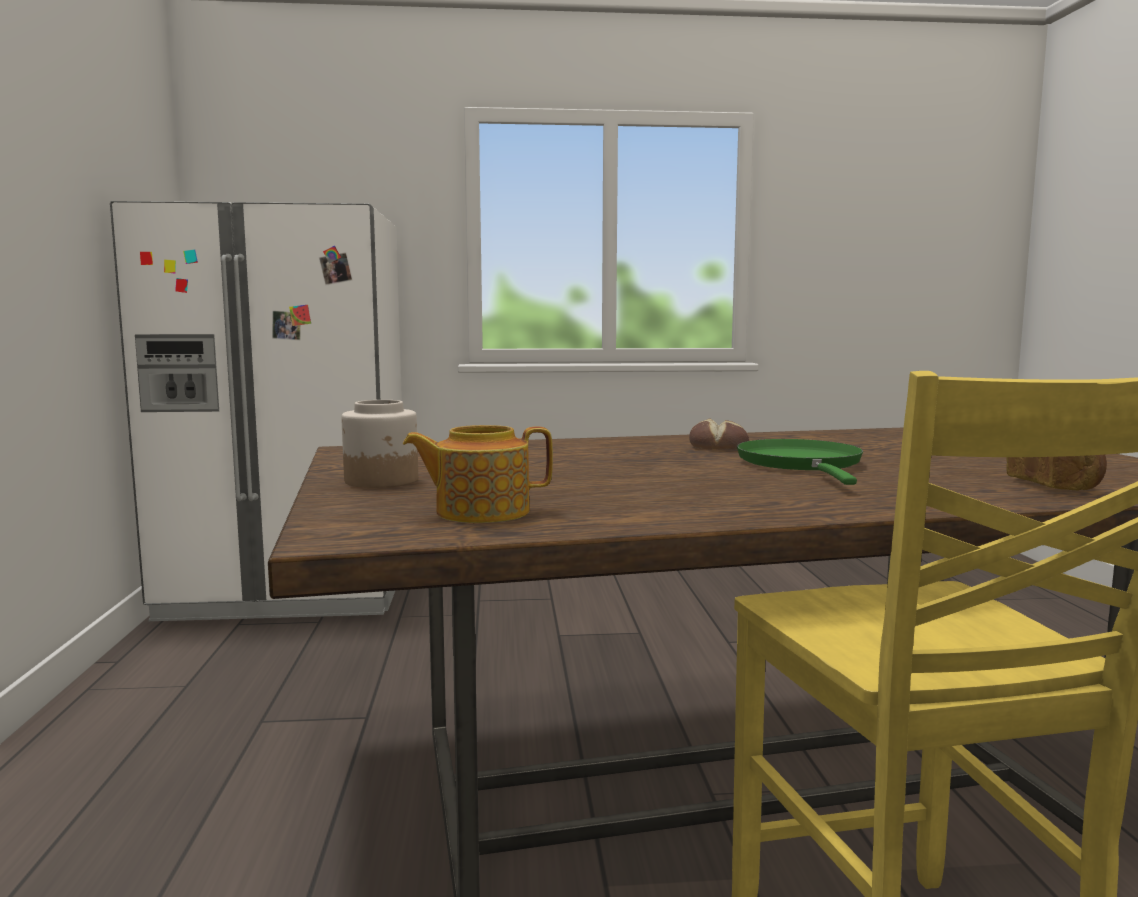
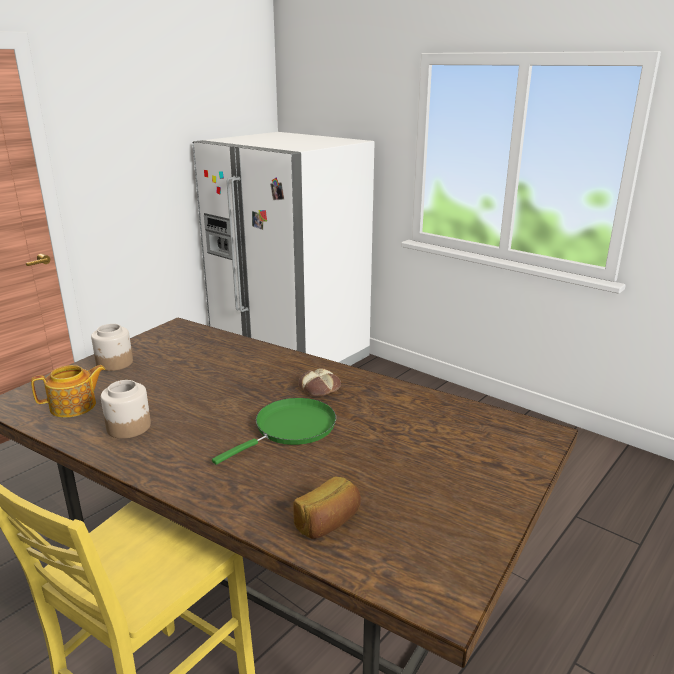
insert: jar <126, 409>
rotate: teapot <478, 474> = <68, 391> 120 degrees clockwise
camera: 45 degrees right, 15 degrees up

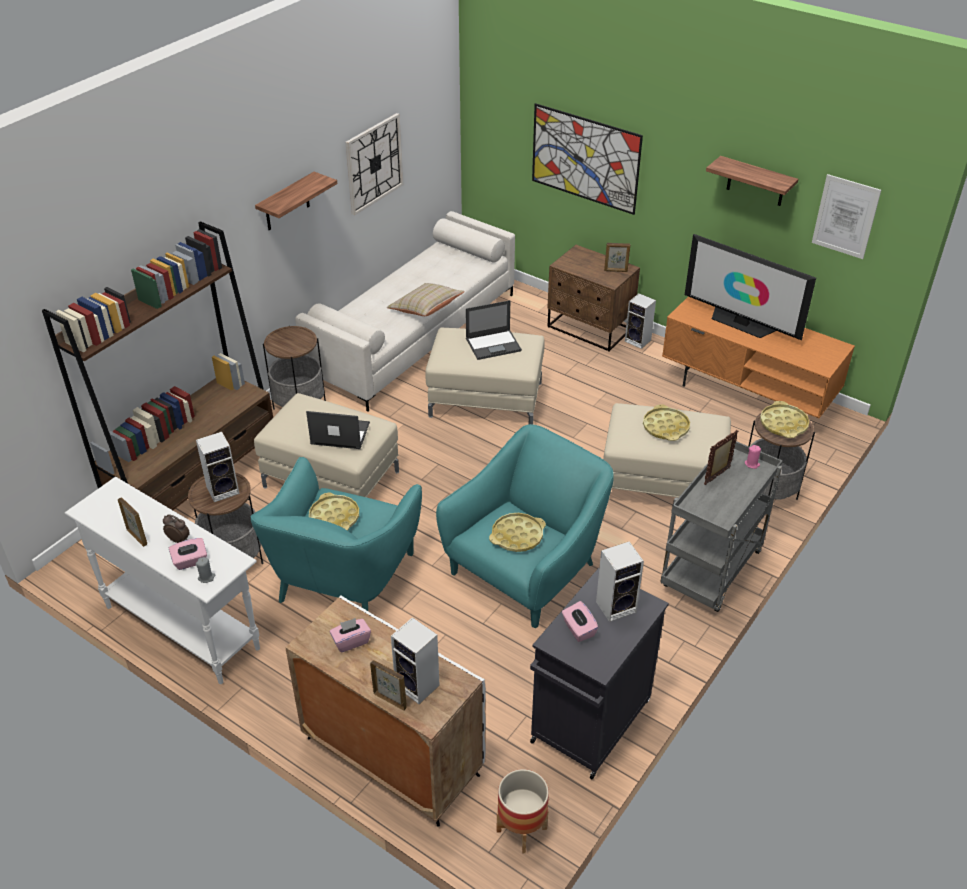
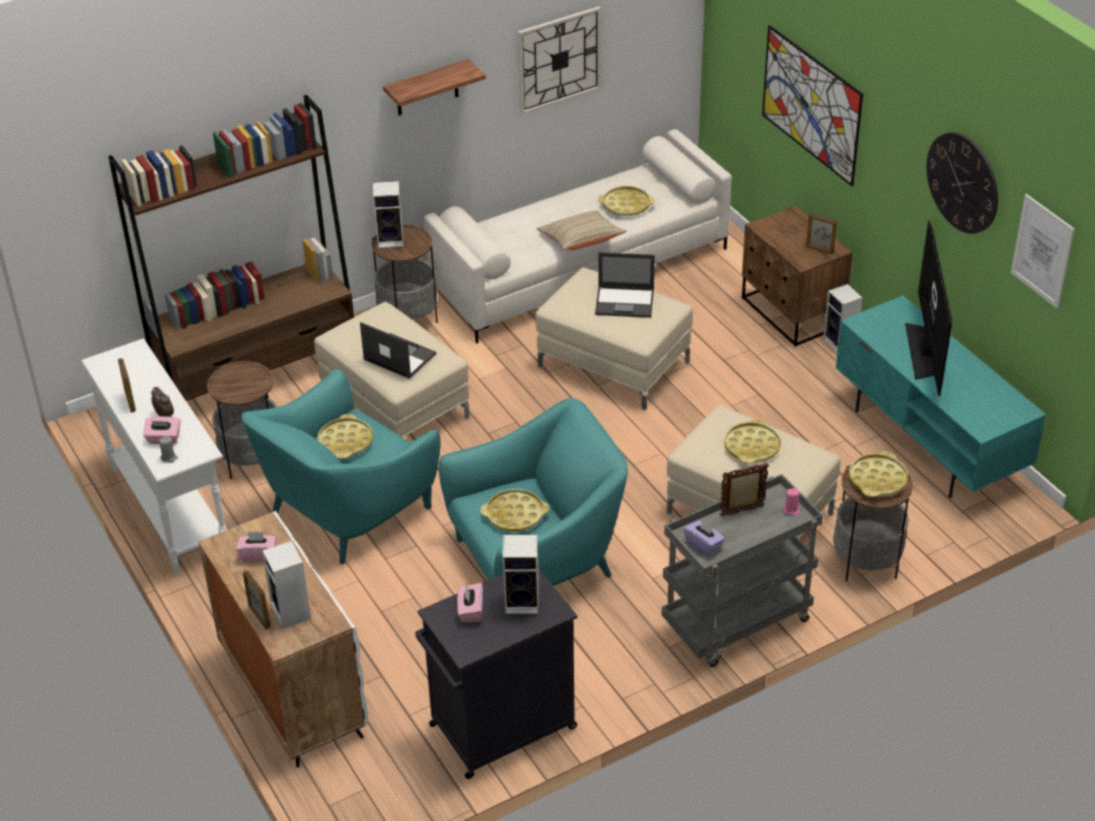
delete: planter <523, 811>
insert: yellow tray <626, 201>; purple tissue box <704, 537>
move: speaker <217, 467> to <388, 214>
replace: shelf <752, 181> to wall clock <962, 183>
recolor: orange tv stand <758, 357> to turquoise tv stand <941, 396>
rotate: television <750, 287> = <929, 308> 150 degrees counterclockwise
camera: 25 degrees right, 0 degrees up

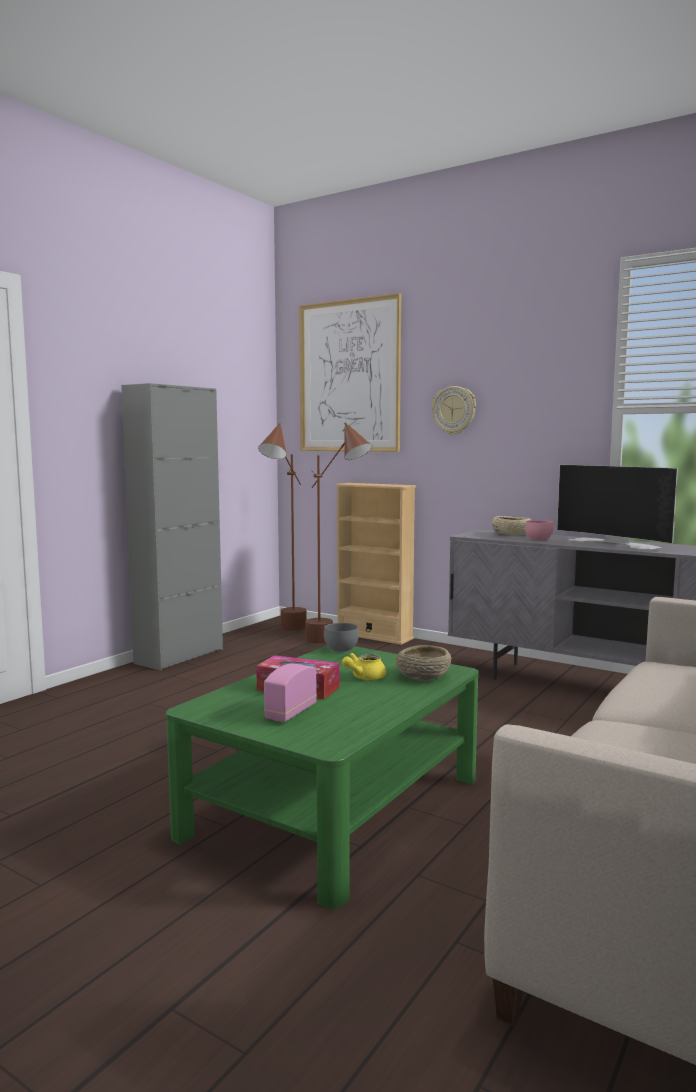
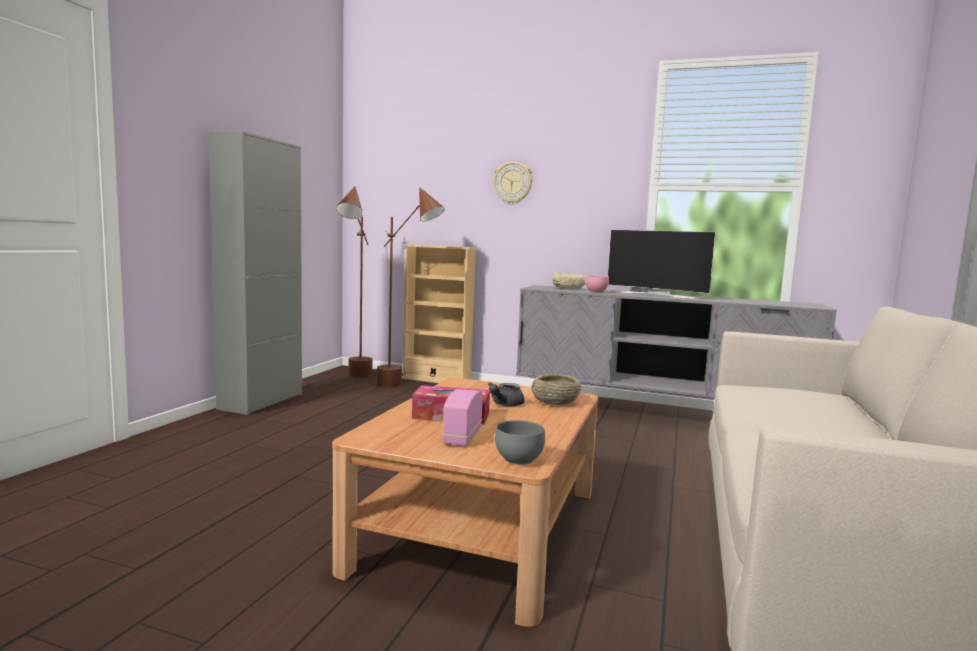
delete: picture <350, 372>
move: grey bowl <341, 637> to <520, 442>
recolor: green coffee table <322, 776> to brown coffee table <465, 502>; yellow teapot <364, 666> to grey teapot <506, 394>
camera: 15 degrees left, 0 degrees up

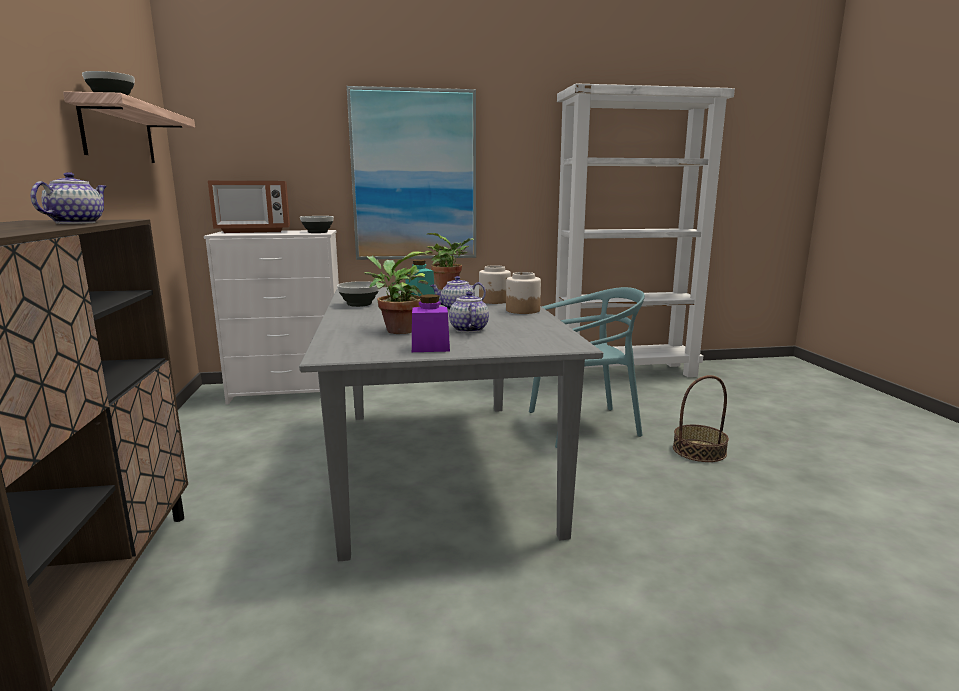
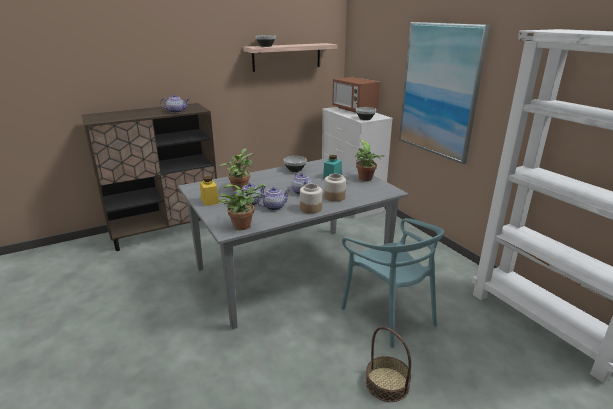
insert: potted plant <243, 207>; teapot <273, 198>
recolor: purple jar <431, 323> to yellow jar <209, 191>
camera: 70 degrees right, 10 degrees up

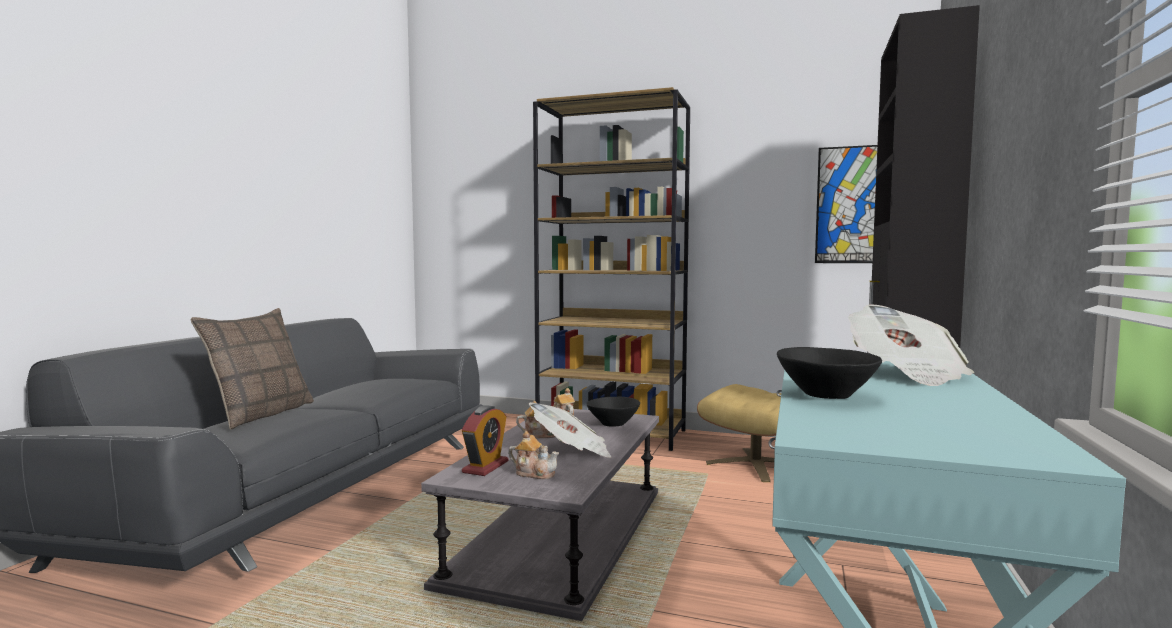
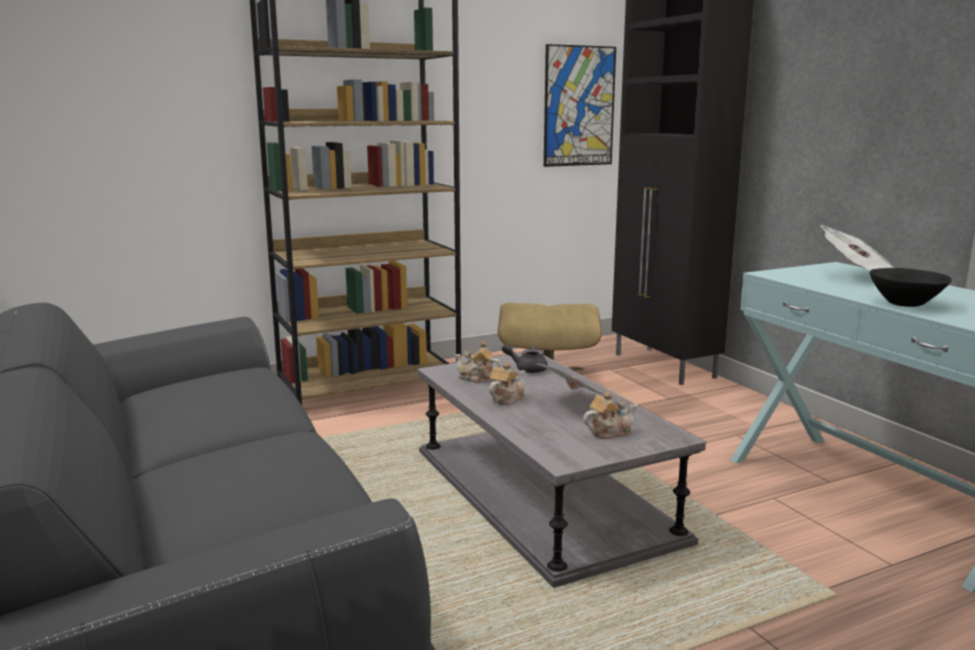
delete: pillow <252, 369>; alarm clock <485, 440>
replace: black bowl <613, 412> to grey teapot <525, 358>
camera: 45 degrees left, 10 degrees up

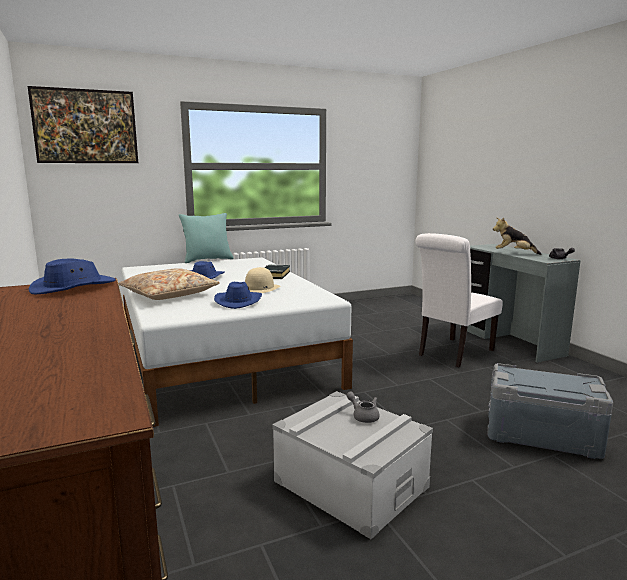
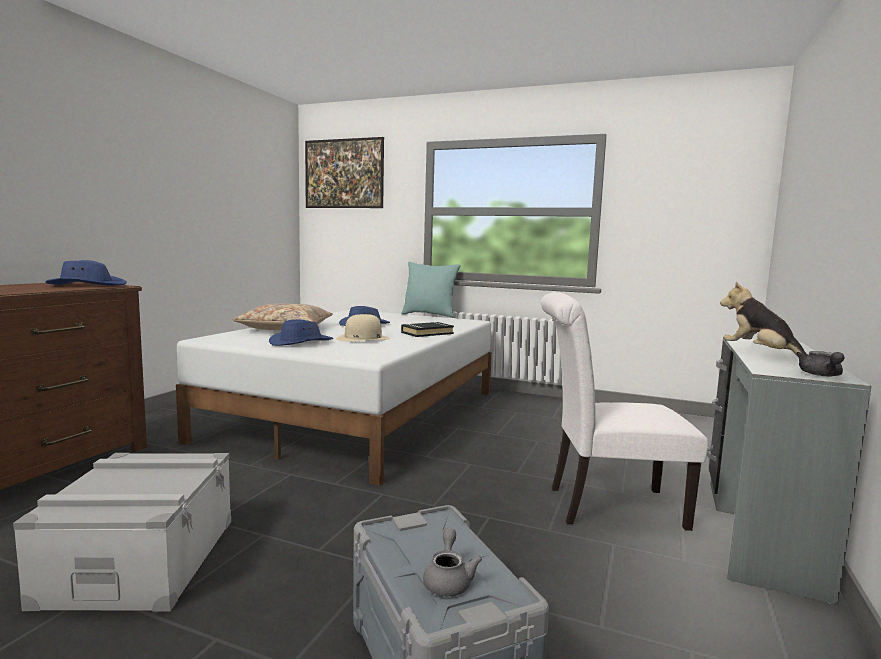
move: grey teapot <363, 407> to <452, 562>
camera: 45 degrees right, 5 degrees down

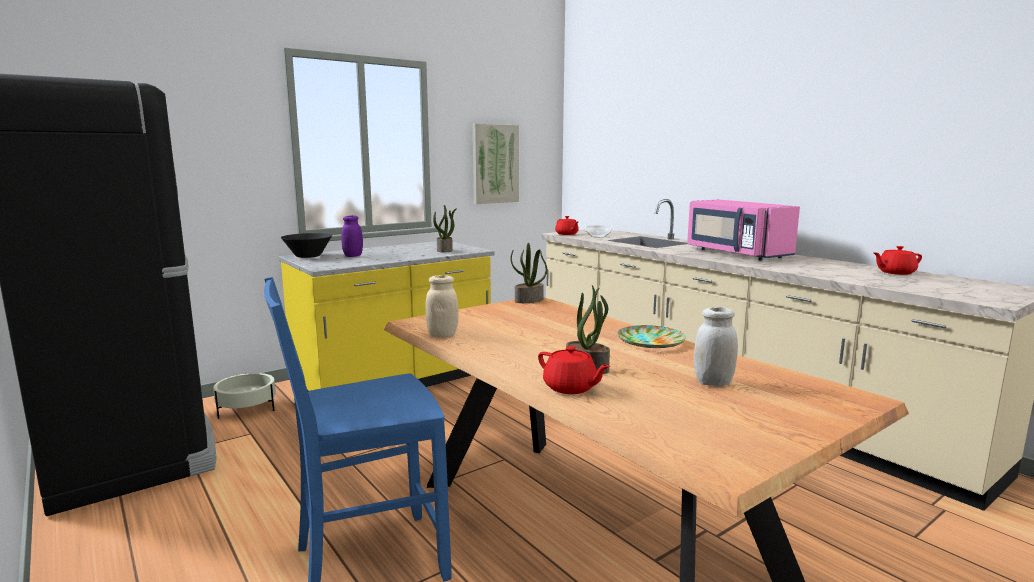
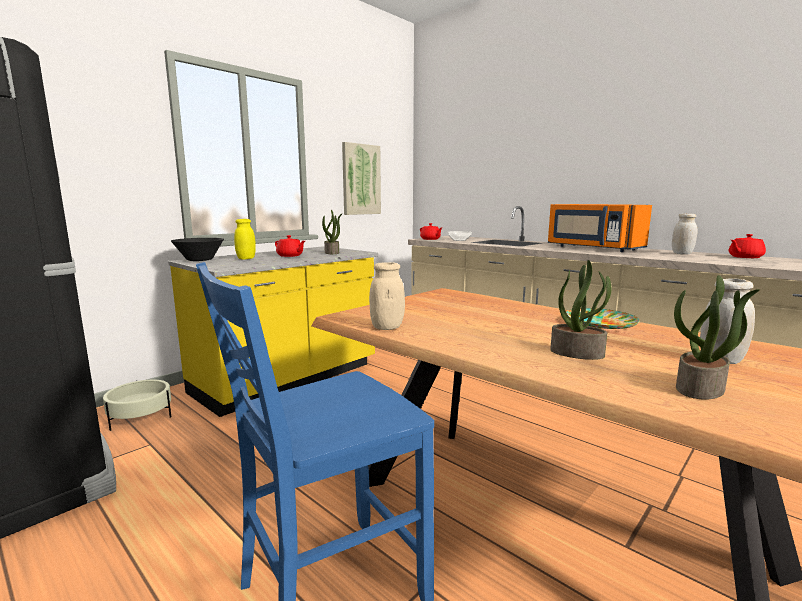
insert: white jar <684, 234>
move: potted plant <528, 273> to <717, 337>; red teapot <574, 370> to <290, 246>
recolor: pink microwave <743, 230> to orange microwave <600, 228>; purple jar <352, 236> to yellow jar <245, 239>
camera: 10 degrees left, 0 degrees up

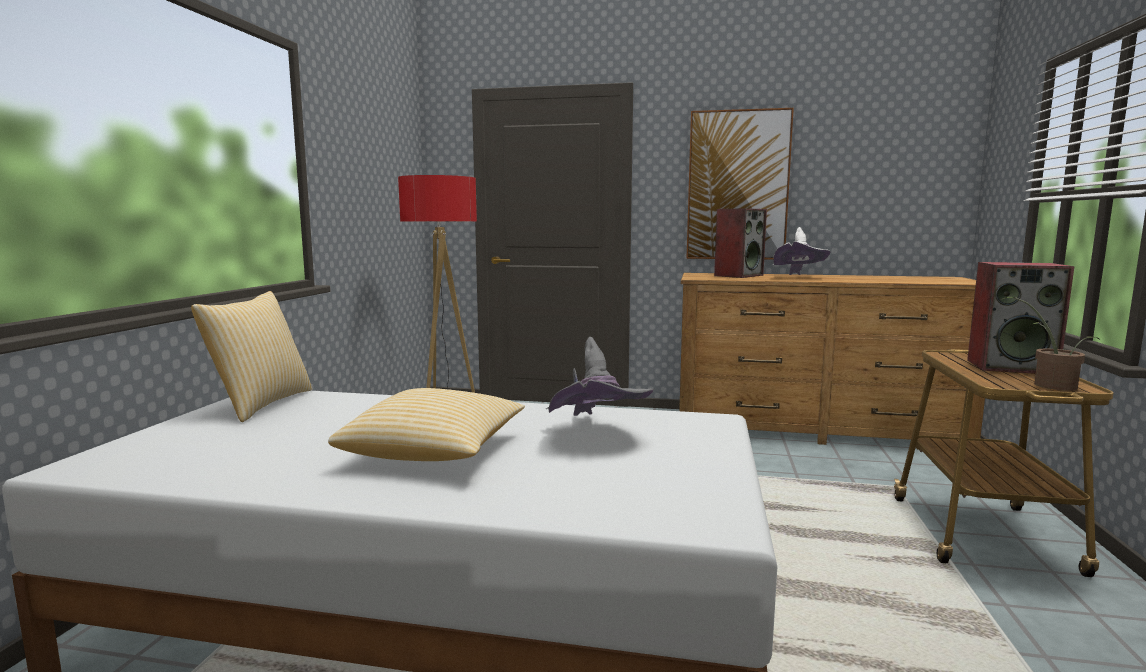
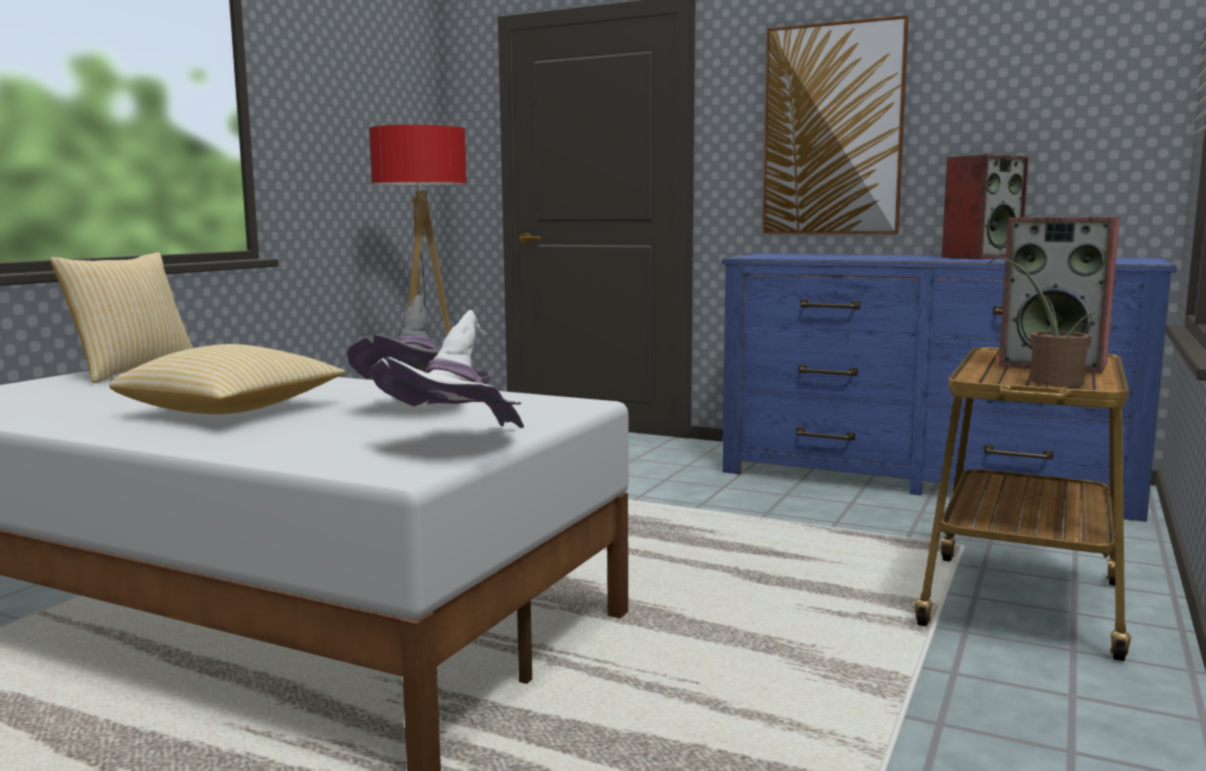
move: speaker <740, 243> to <985, 206>; white hat <801, 251> to <447, 369>
recolor: brown dresser <832, 359> to blue dresser <949, 388>
camera: 15 degrees right, 0 degrees up

